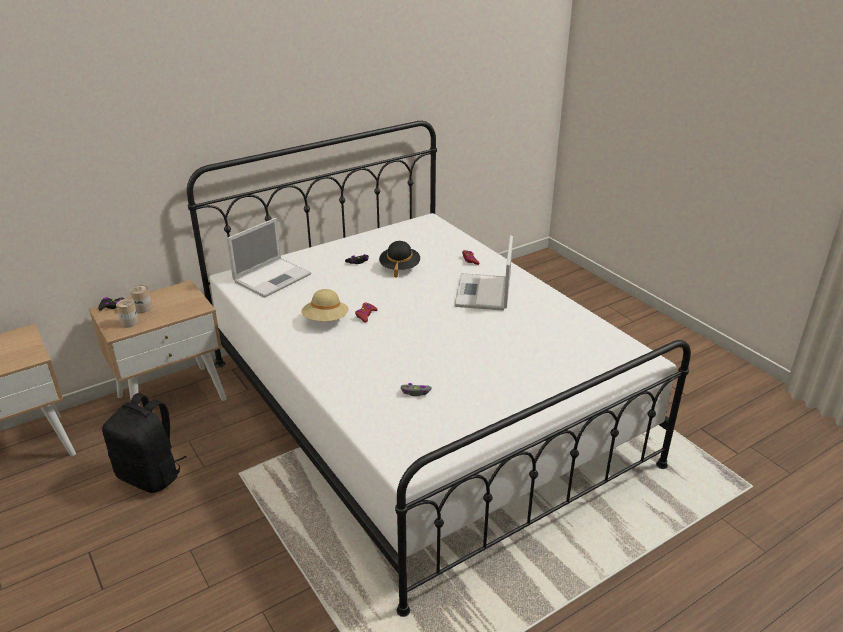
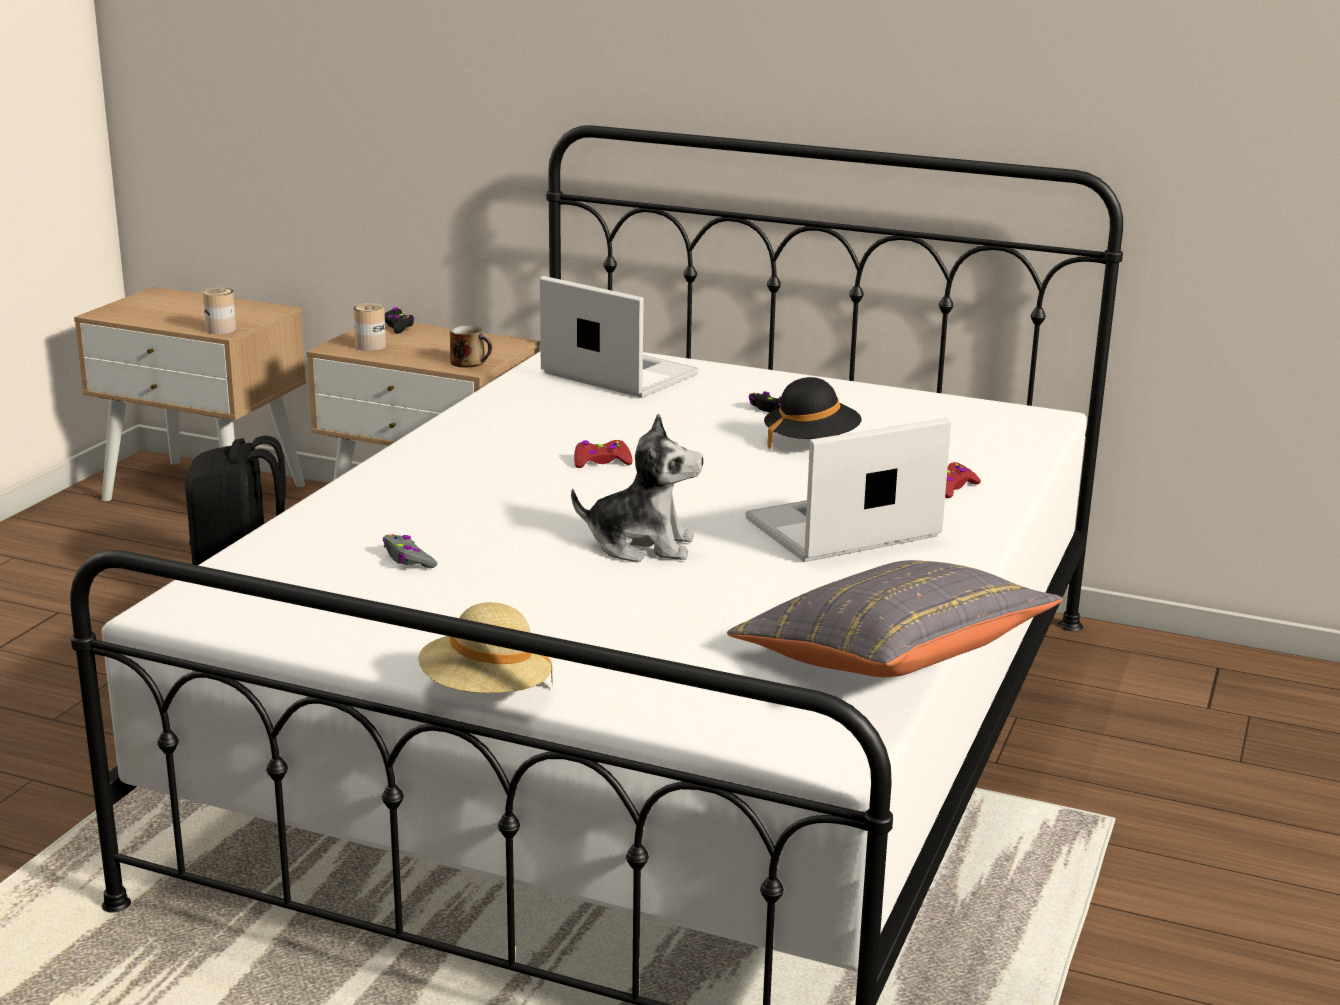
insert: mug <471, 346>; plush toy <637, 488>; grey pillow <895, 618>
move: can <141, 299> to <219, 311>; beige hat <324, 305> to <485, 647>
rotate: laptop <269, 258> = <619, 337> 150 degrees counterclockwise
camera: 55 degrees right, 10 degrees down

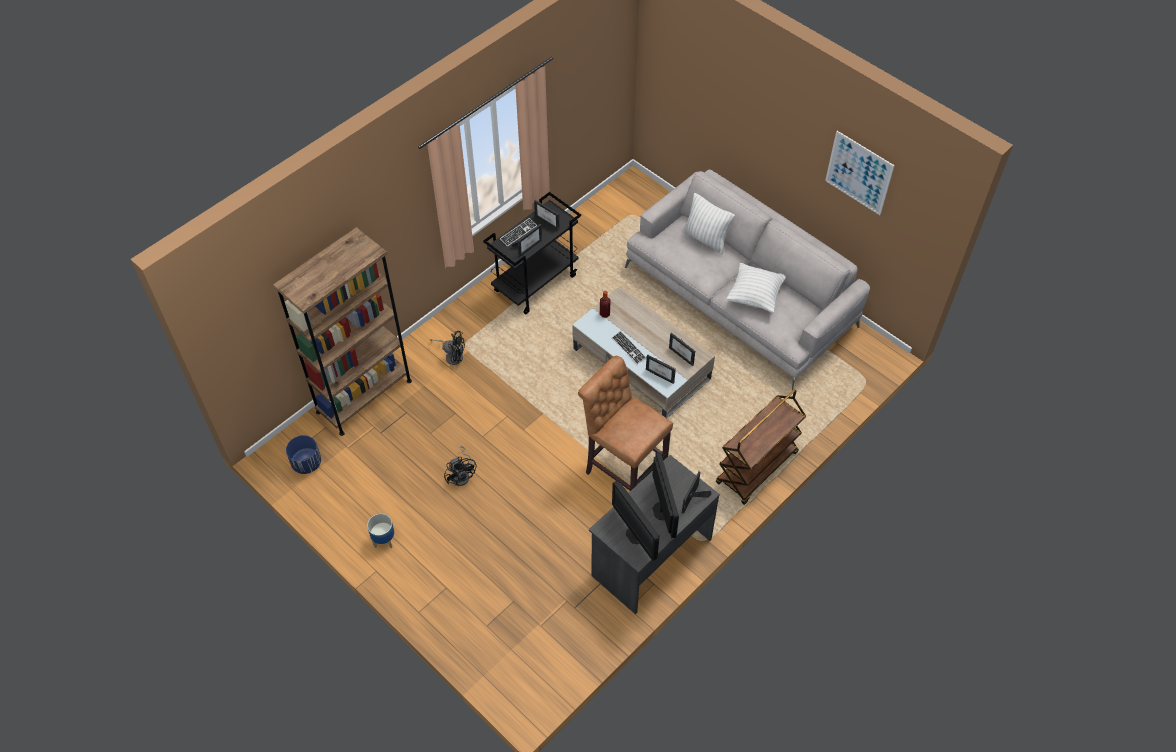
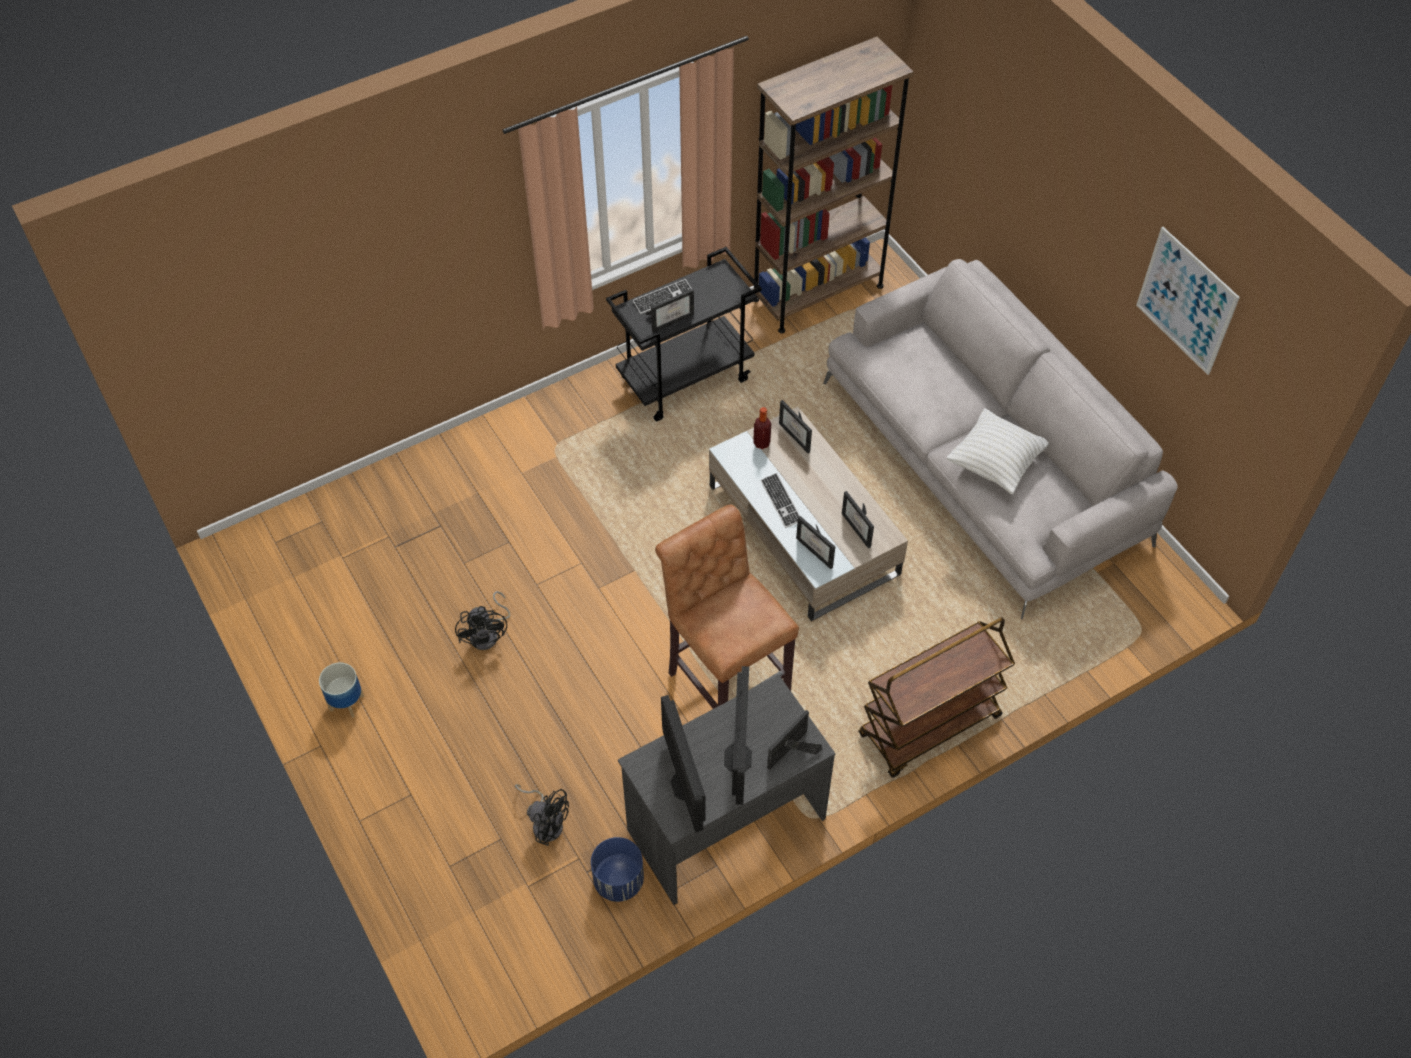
delete: white pillow <708, 223>
move: picture frame <547, 215> to <795, 426>; brown bookcase <342, 331> to <833, 185>; black fan <447, 348> to <542, 815>; blue planter <303, 454> to <617, 869>
camera: 15 degrees right, 0 degrees up

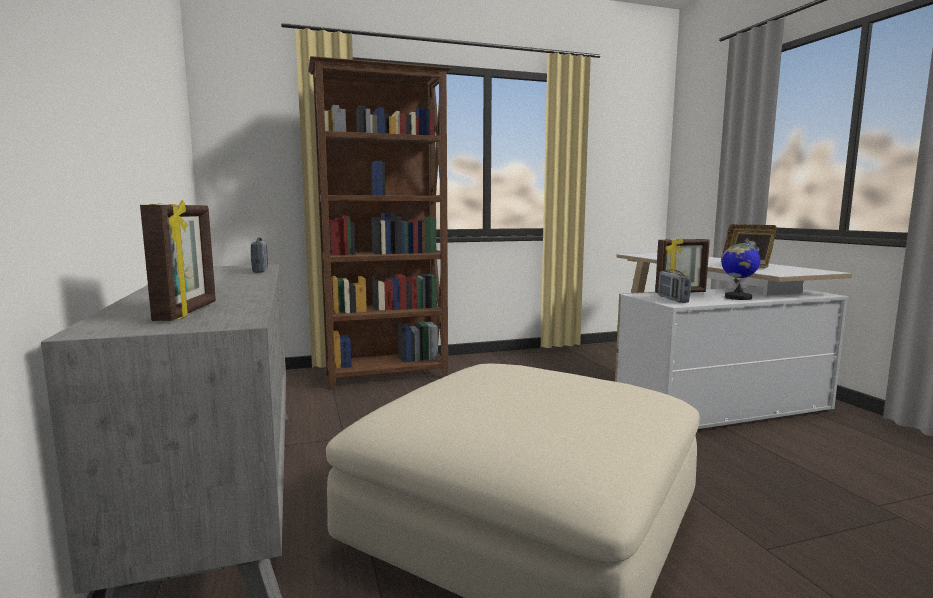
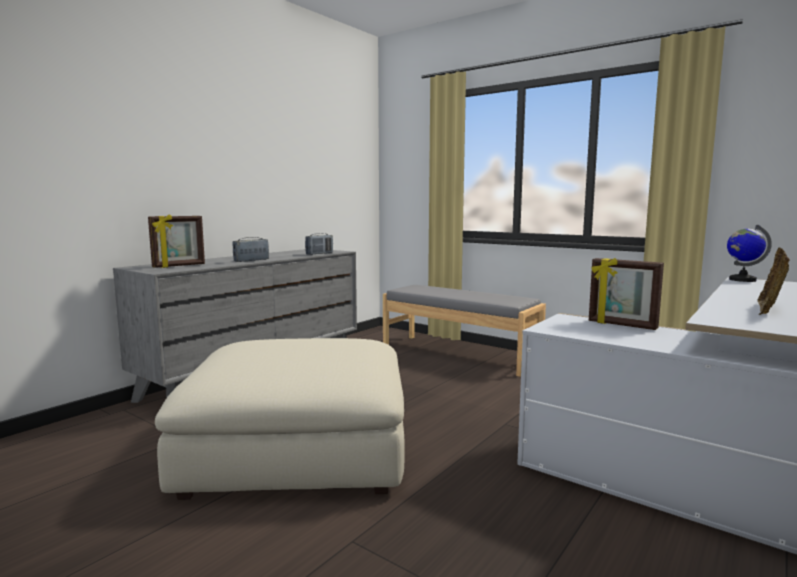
move: globe <740, 269> to <749, 253>; radio <674, 286> to <251, 249>
replace: brown bookcase <380, 222> to grey bench <464, 331>
camera: 55 degrees right, 0 degrees up

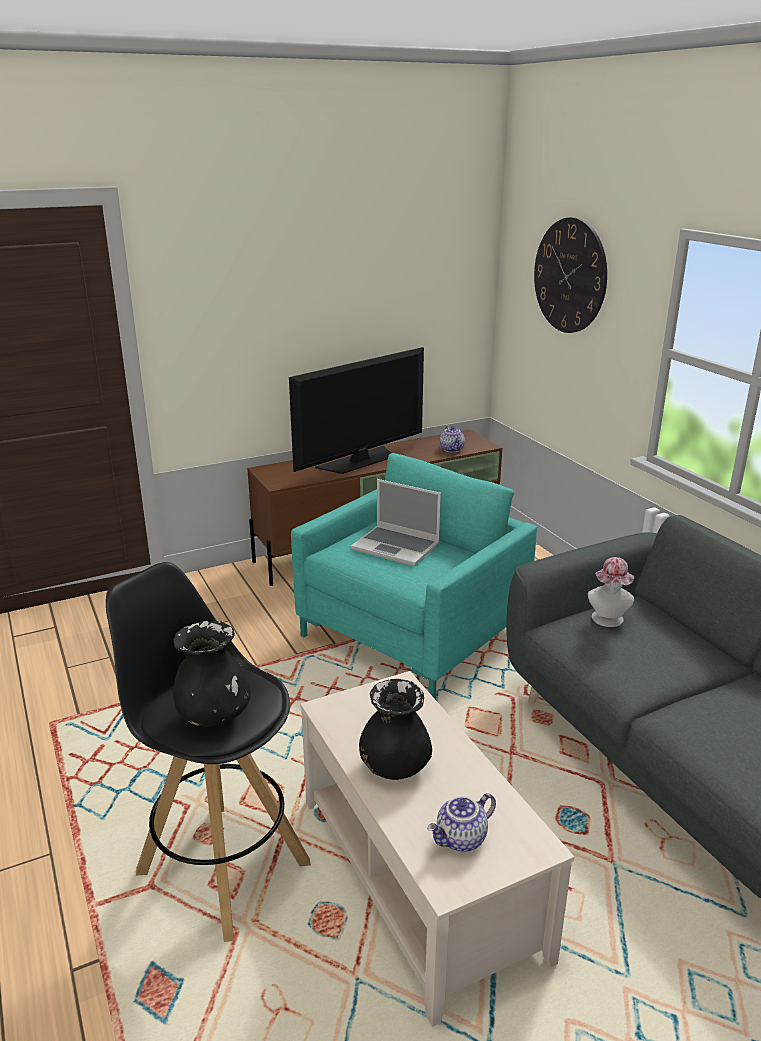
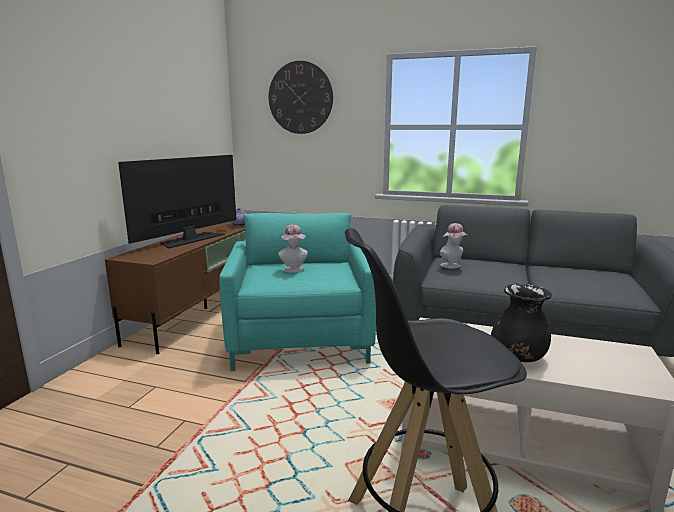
delete: black vase <211, 674>; teapot <461, 822>
replace: laptop <396, 522> to hat <293, 249>
rotate: television <356, 410> = <177, 202> 150 degrees counterclockwise
camera: 45 degrees left, 10 degrees down

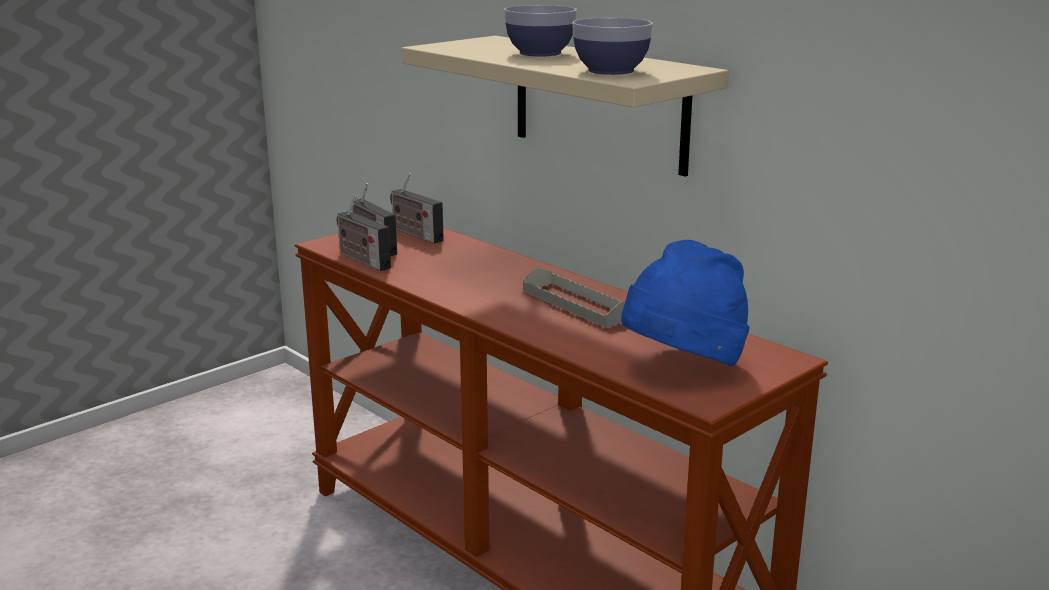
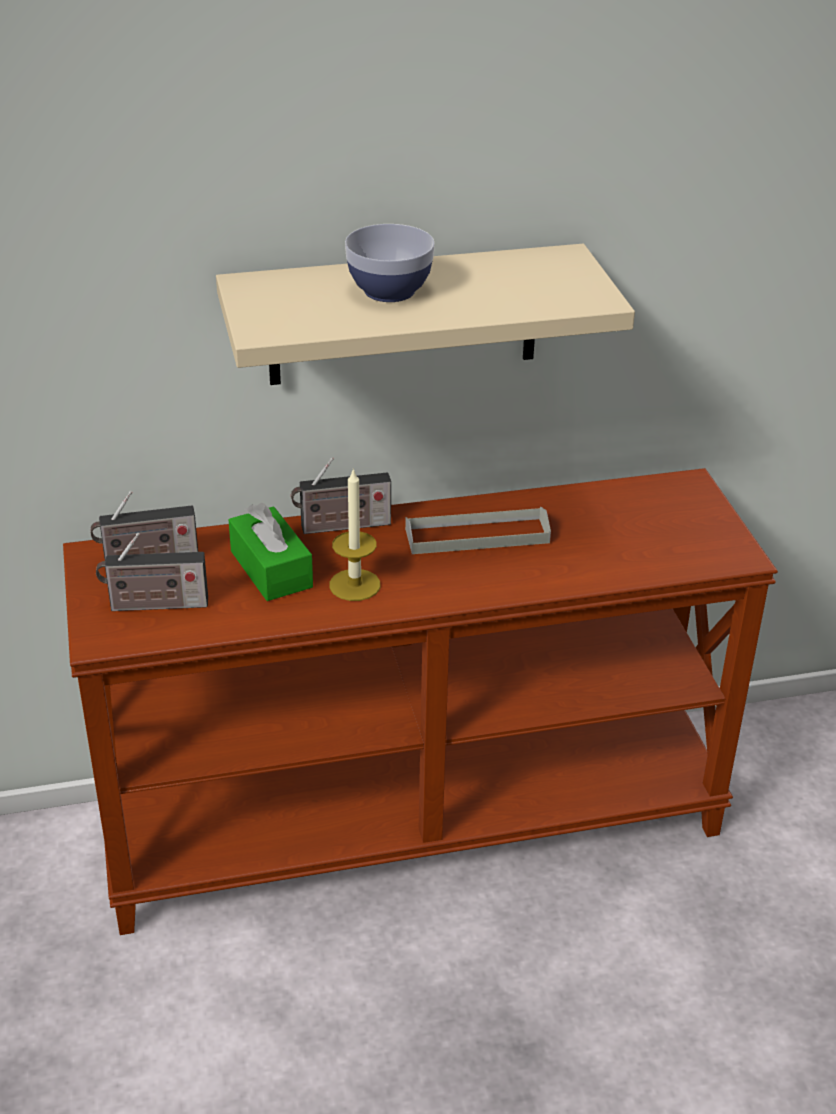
delete: bowl <612, 46>; blue hat <685, 303>
insert: candle <354, 534>; green tissue box <271, 552>
move: radio <364, 233> to <341, 495>
camera: 60 degrees left, 15 degrees up

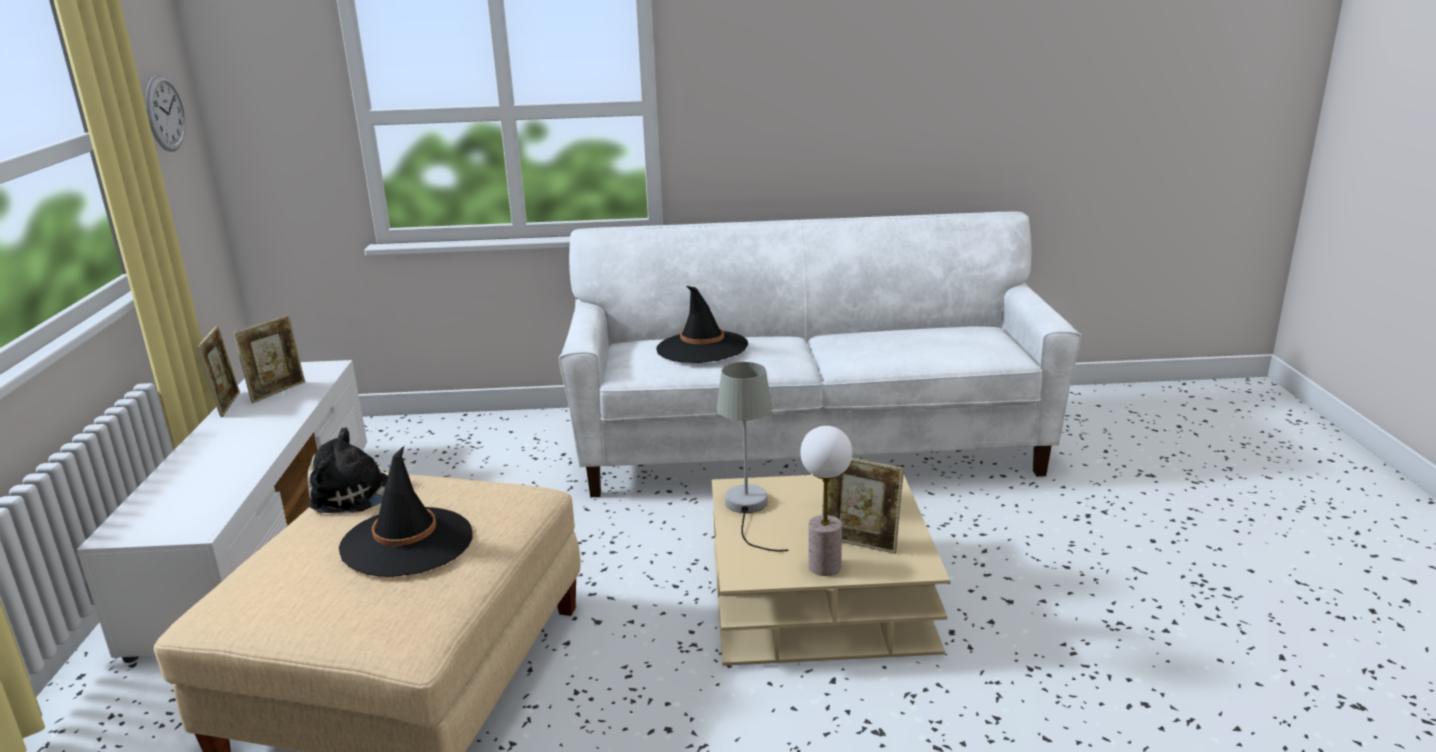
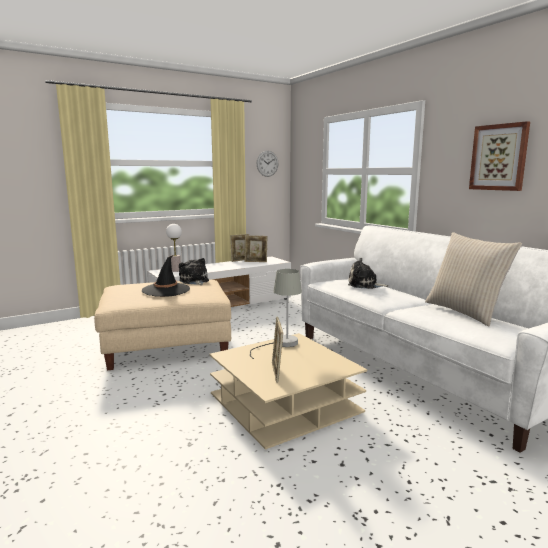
insert: picture <499, 156>; beige pillow <473, 279>
move: table lamp <826, 501> to <174, 248>
replace: black hat <702, 324> to plush toy <368, 273>
camera: 60 degrees right, 10 degrees down

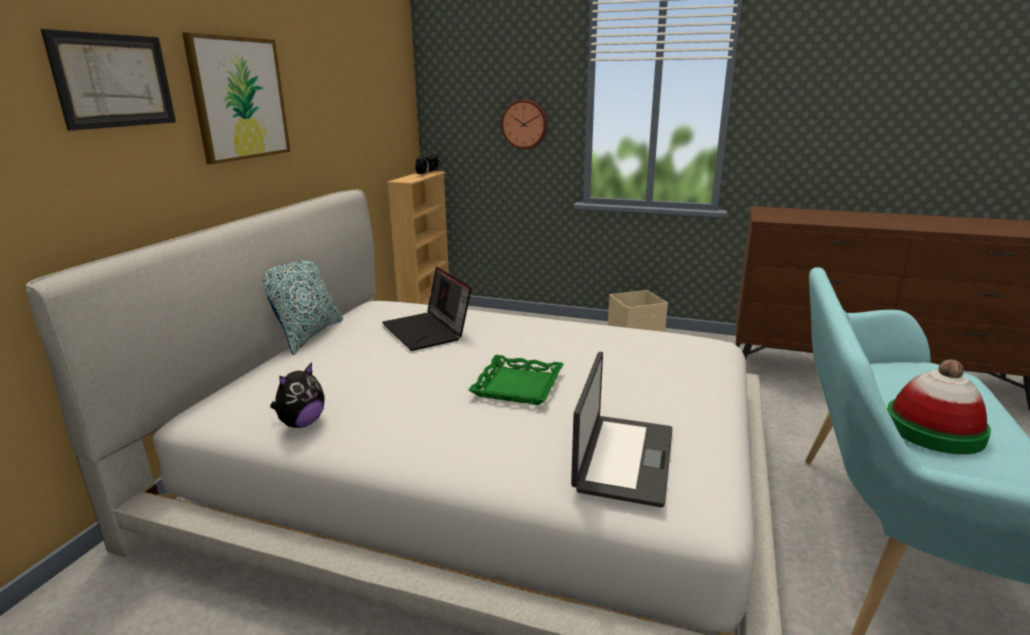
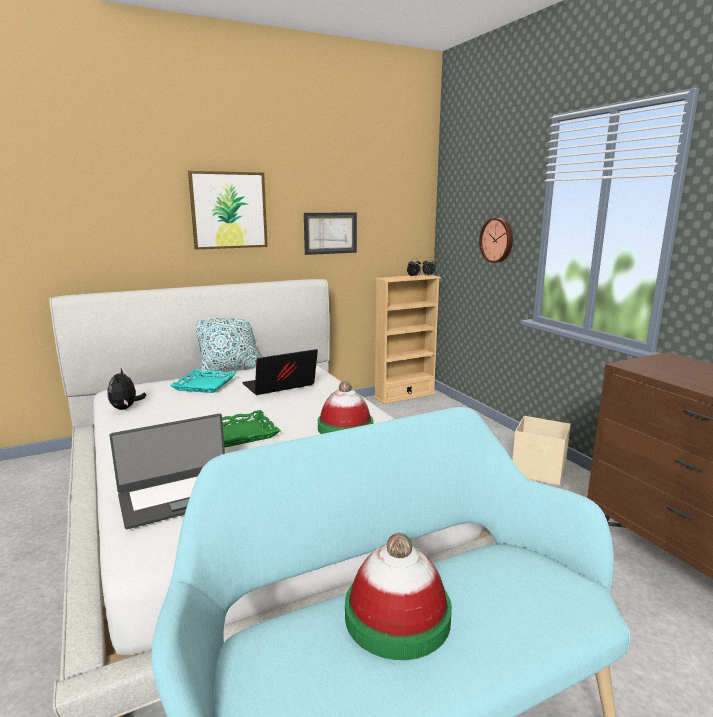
insert: turquoise tray <203, 381>; hat <345, 407>
move: picture <108, 80> to <330, 233>
rotate: laptop <427, 309> = <280, 372> 45 degrees clockwise; plush toy <297, 395> = <127, 389> 90 degrees clockwise
camera: 45 degrees right, 5 degrees down

